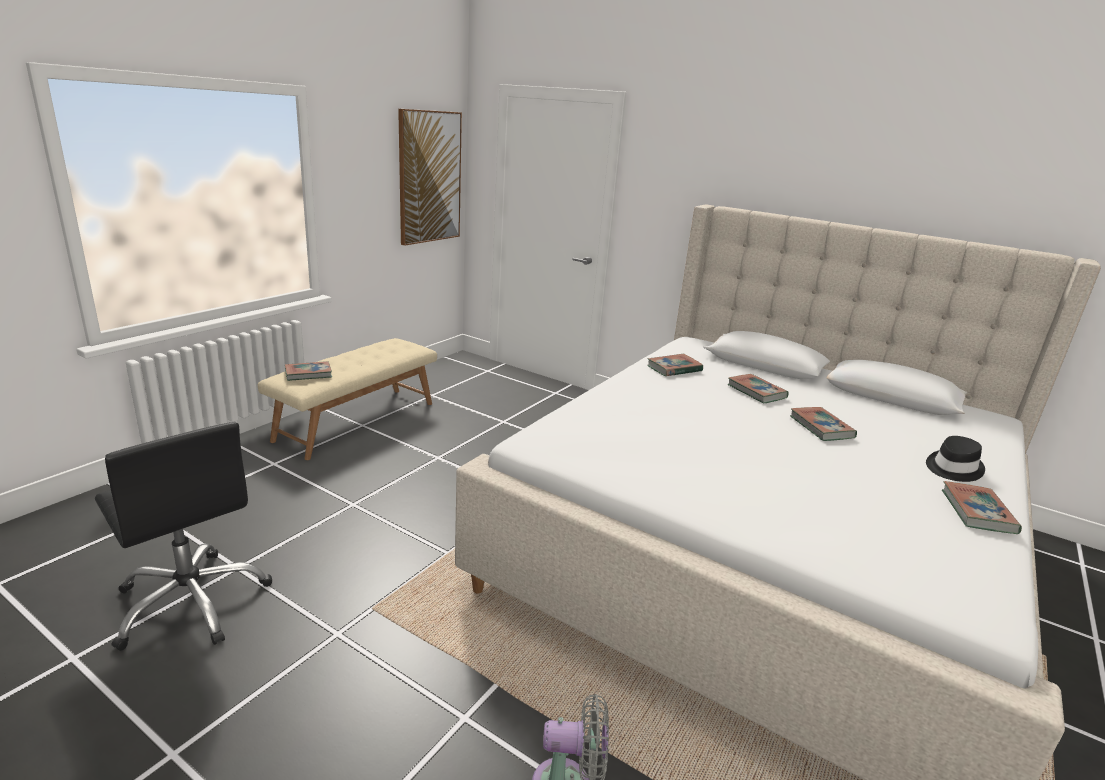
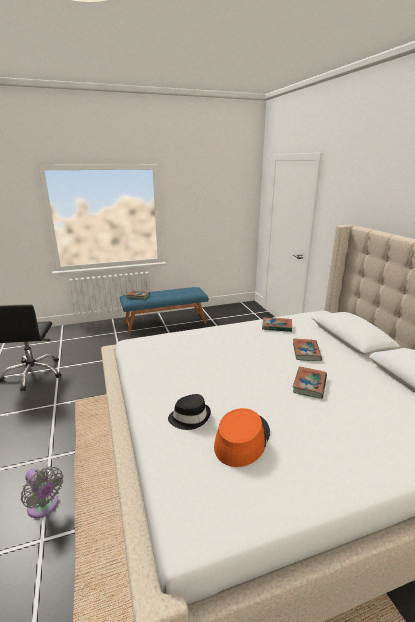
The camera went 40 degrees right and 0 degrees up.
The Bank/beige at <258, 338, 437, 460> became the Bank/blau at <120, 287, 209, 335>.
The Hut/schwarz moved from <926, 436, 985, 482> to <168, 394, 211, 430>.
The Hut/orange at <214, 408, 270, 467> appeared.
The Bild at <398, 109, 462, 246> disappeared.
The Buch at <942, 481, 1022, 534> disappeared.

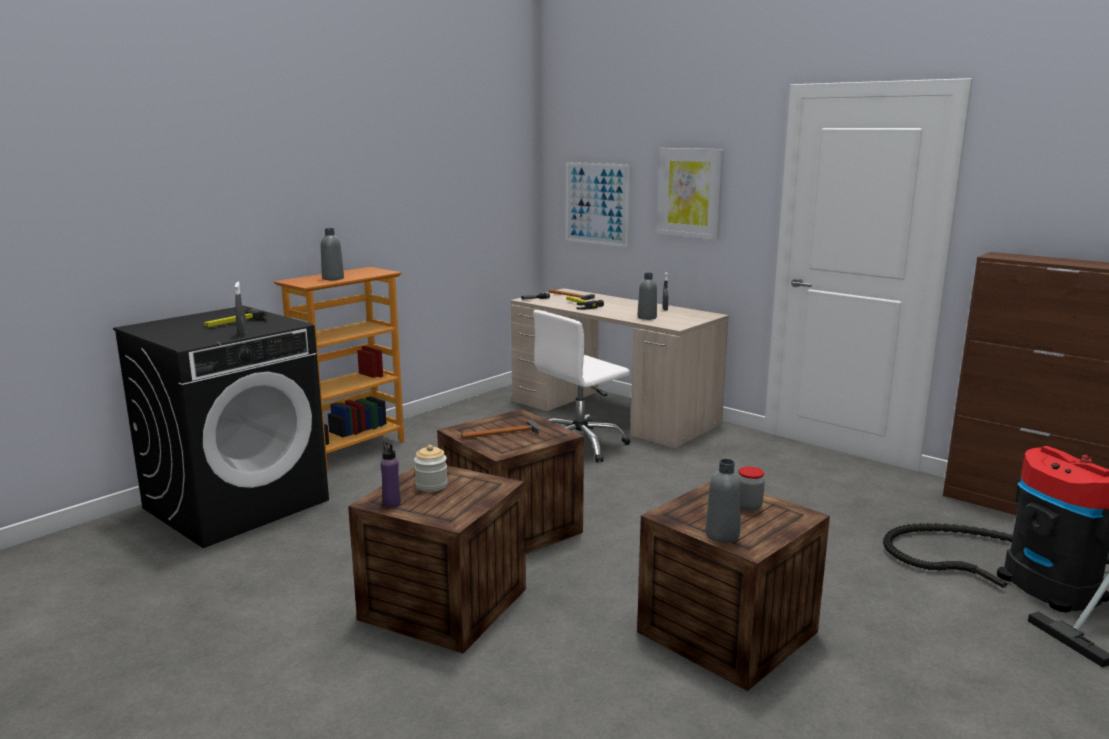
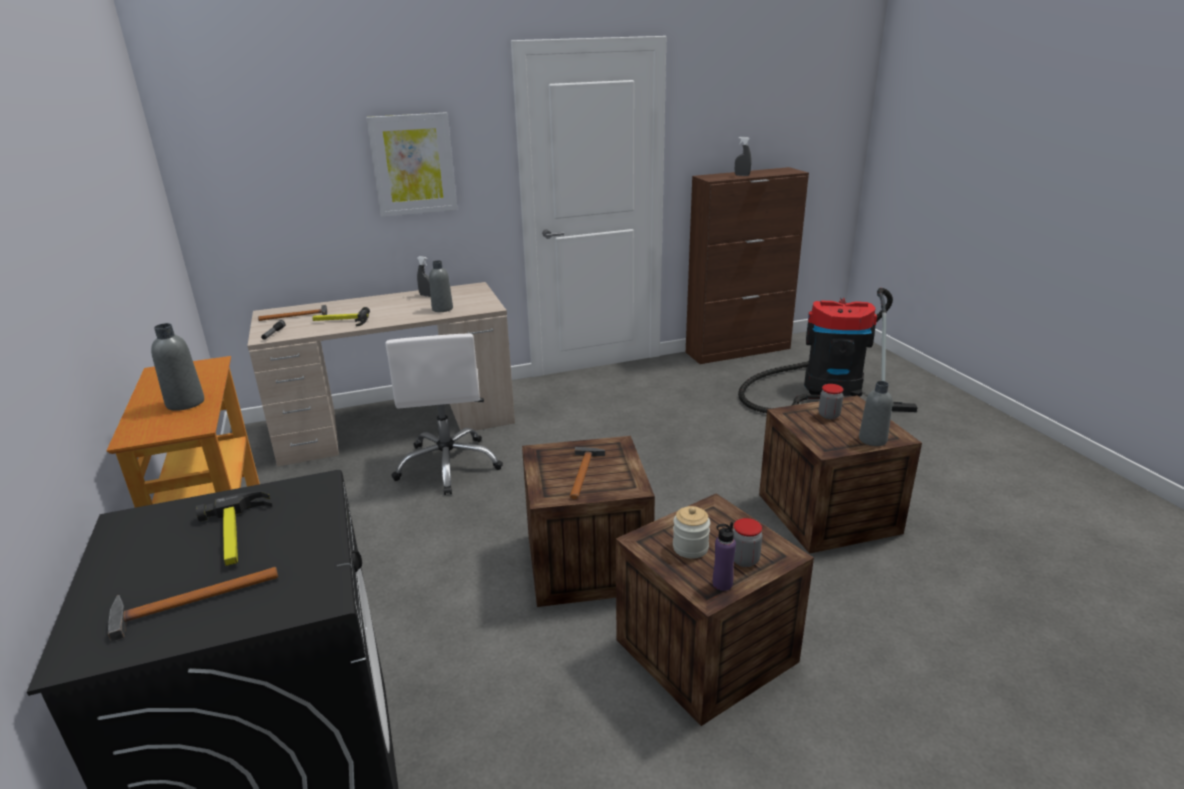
The camera went 60 degrees left and 10 degrees up.
The Hammer at <108, 567, 278, 641> appeared.
The Vorratsglas at <733, 518, 762, 567> appeared.
The Sprühflasche/grau moved from <235, 282, 247, 336> to <735, 137, 752, 176>.
The Bild at <566, 162, 630, 247> disappeared.

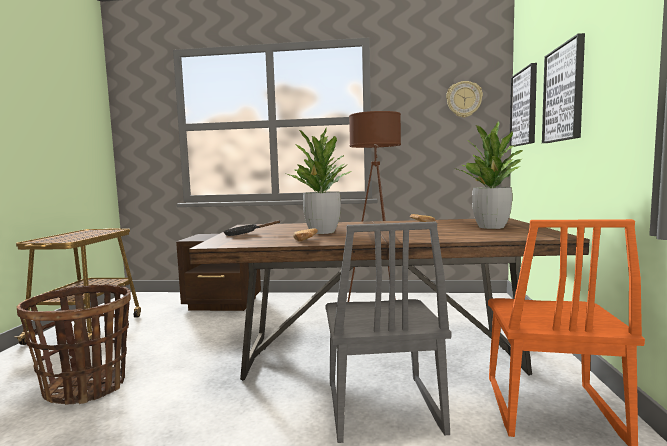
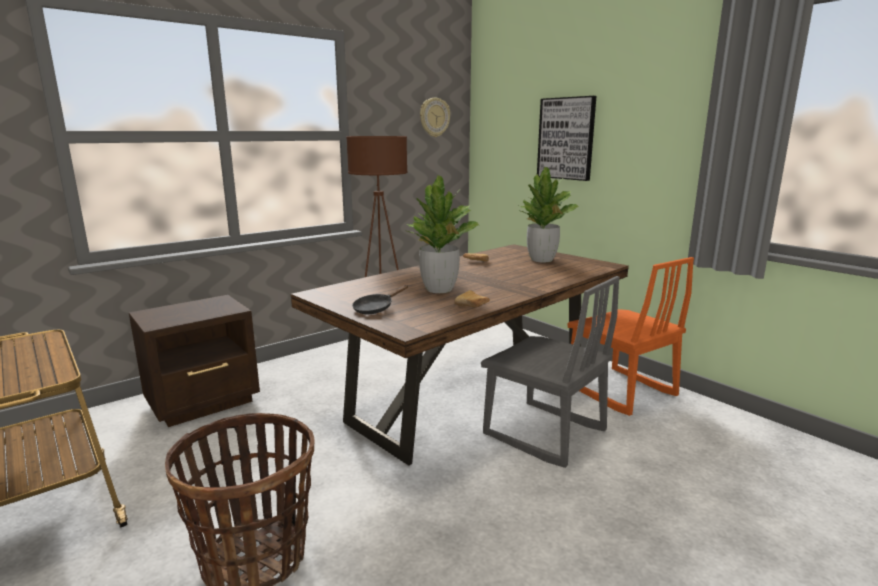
The camera went 45 degrees left and 10 degrees up.
The Bild at <509, 63, 537, 147> disappeared.

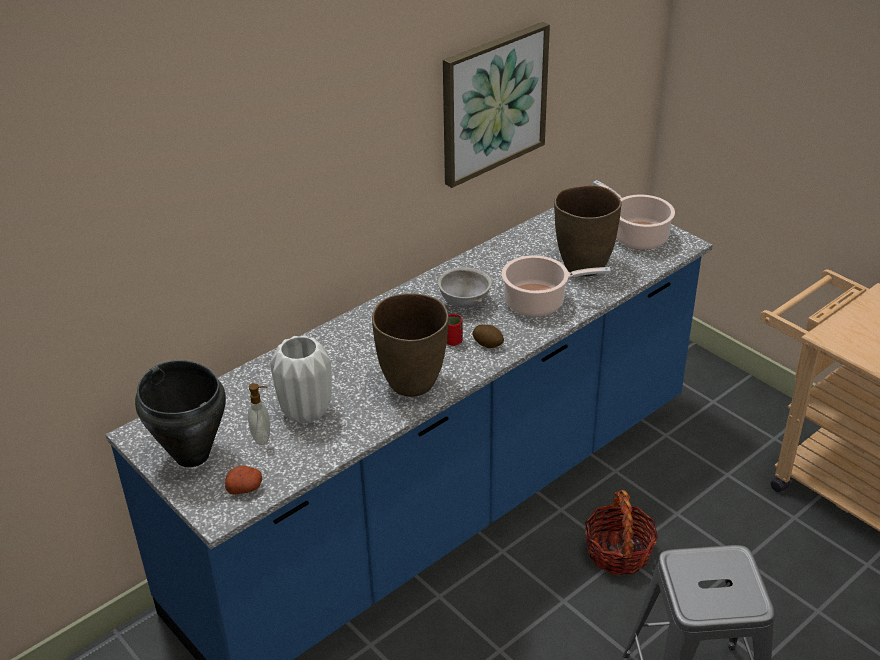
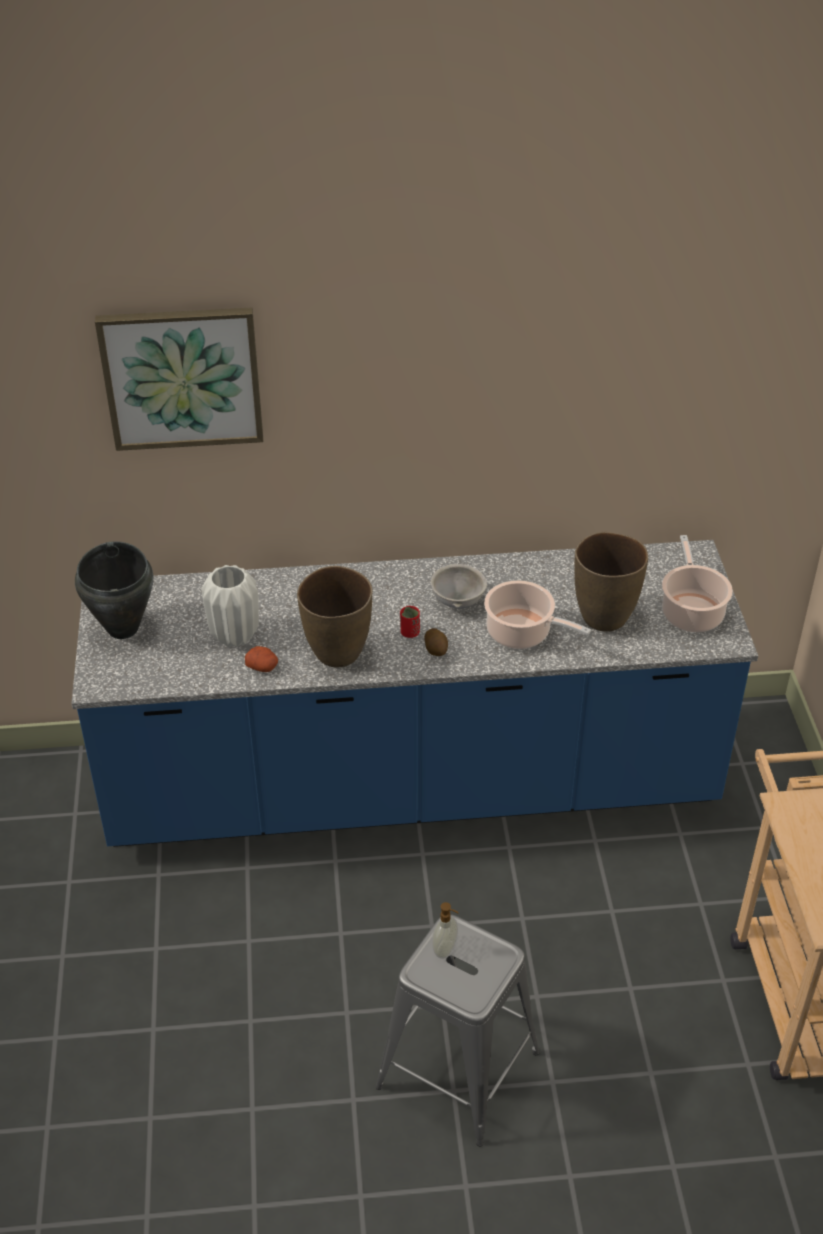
The camera went 35 degrees right and 5 degrees up.
The Bild moved from <443, 22, 550, 188> to <95, 308, 263, 451>.
The Kartoffel moved from <225, 466, 262, 495> to <245, 646, 278, 672>.
The Seifenspender moved from <248, 383, 270, 445> to <432, 902, 459, 959>.
The Korb at <585, 490, 658, 575> disappeared.

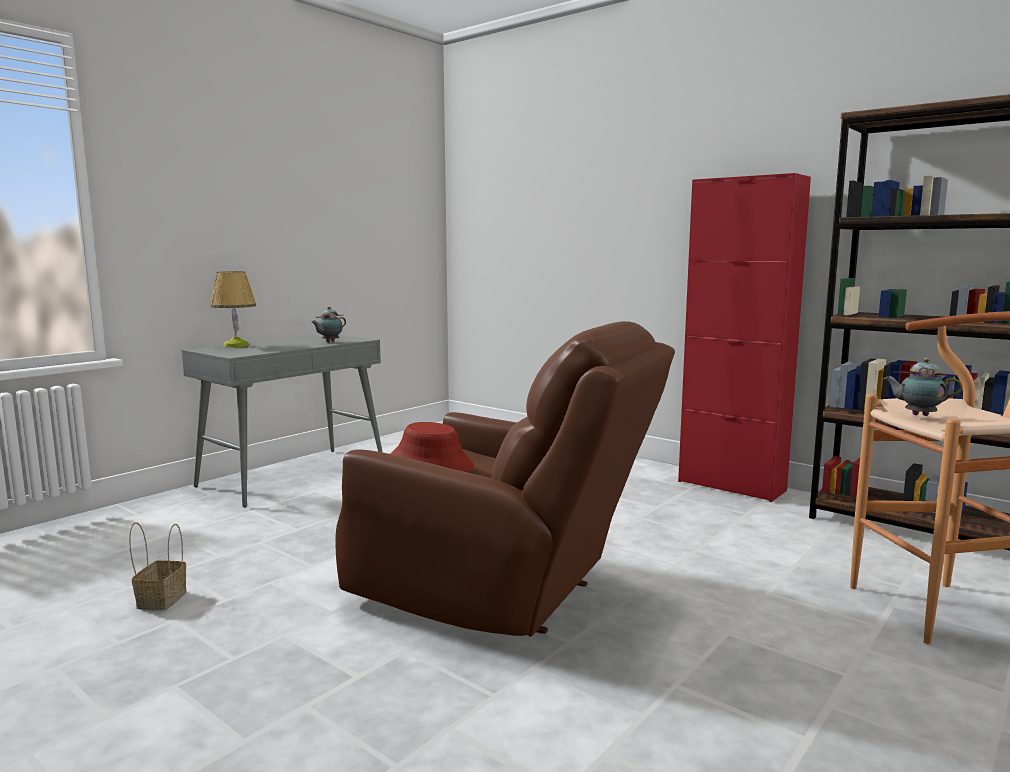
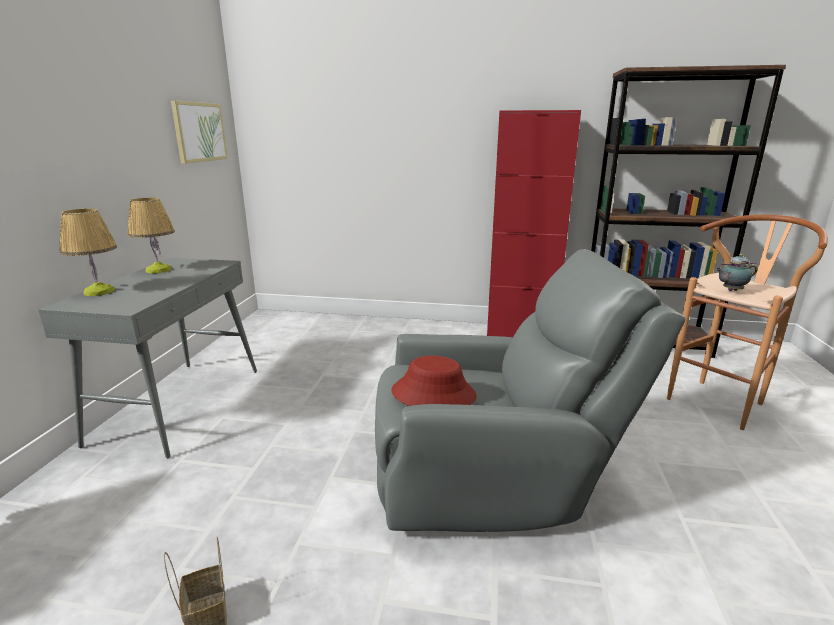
The camera went 30 degrees left and 10 degrees up.
The Tischlampe at <127, 198, 175, 273> appeared.
The Bild at <171, 100, 228, 164> appeared.
The Sessel/braun at <336, 321, 675, 637> became the Sessel/grau at <375, 249, 686, 532>.
The Teekanne at <311, 307, 346, 342> disappeared.

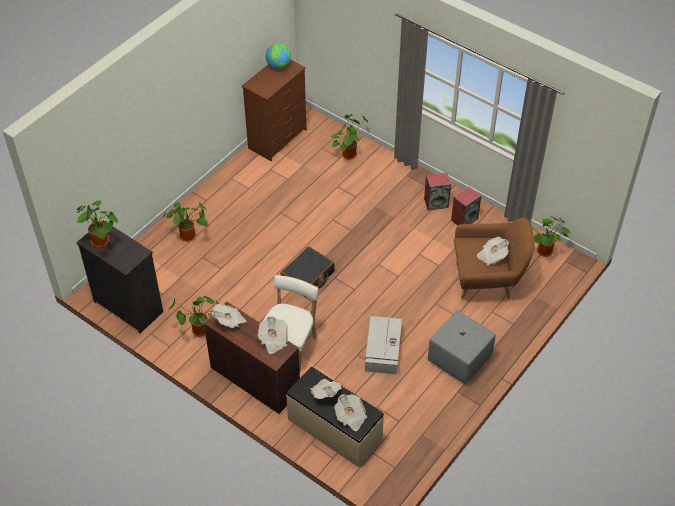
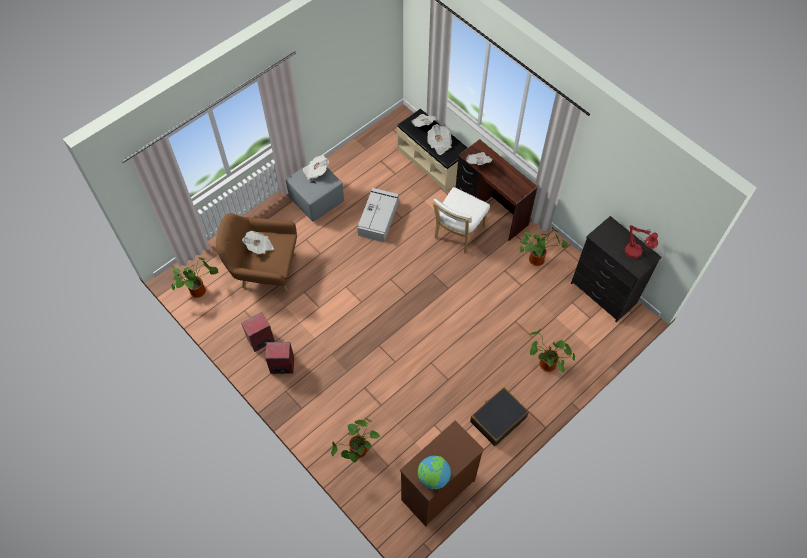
The camera went 170 degrees left and 10 degrees up.
The Zeitung moved from <211, 304, 246, 328> to <303, 155, 329, 180>.
The Koffer/schwarz moved from <281, 246, 335, 288> to <470, 388, 529, 446>.
The Topfpflanze at <77, 200, 118, 247> was replaced by the Tischlampe/rot at <625, 225, 658, 258>.

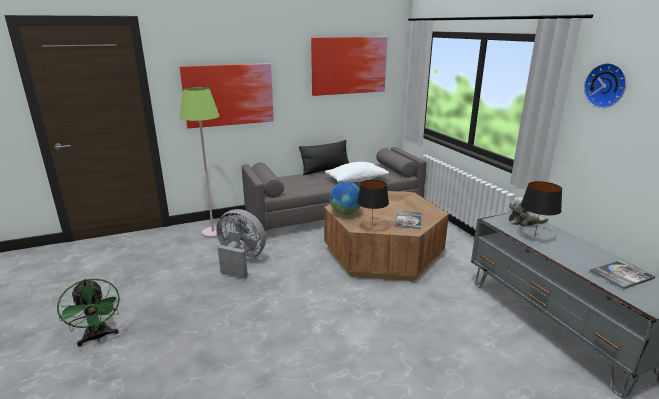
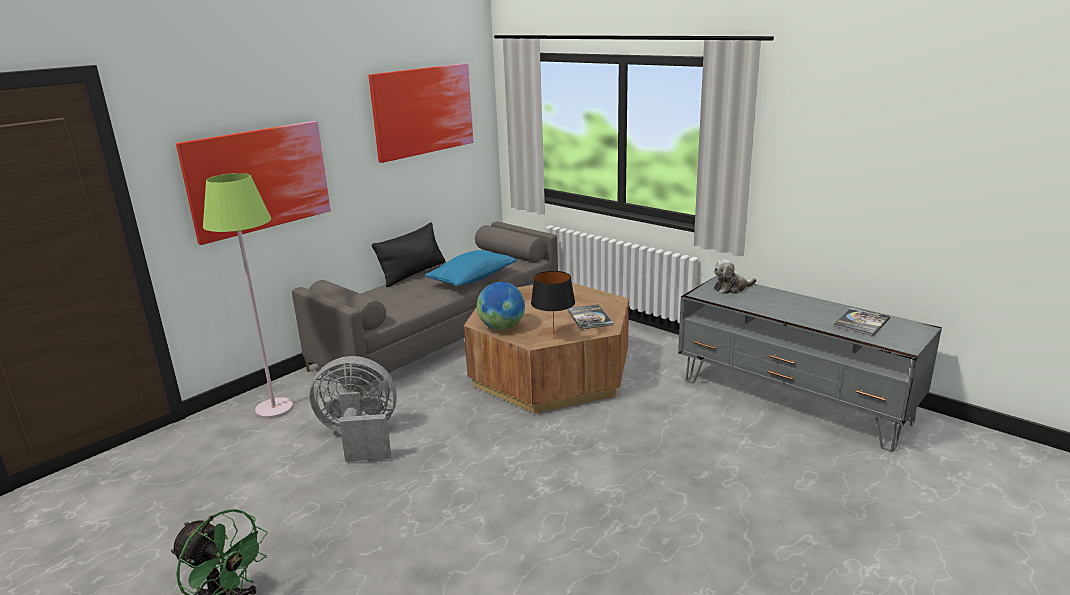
The camera went 25 degrees left and 0 degrees up.
The Kissen/weiß at <325, 162, 389, 182> became the Kissen/blau at <425, 250, 516, 287>.
The Tischlampe/schwarz at <521, 181, 562, 238> disappeared.
The Wanduhr at <584, 63, 626, 108> disappeared.

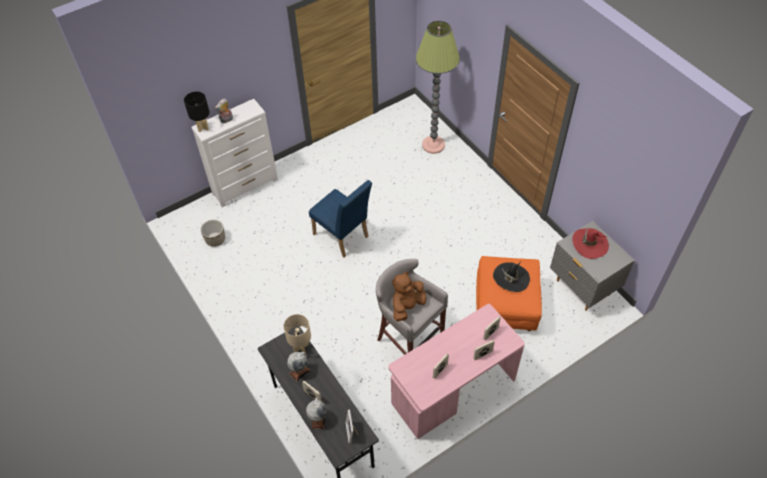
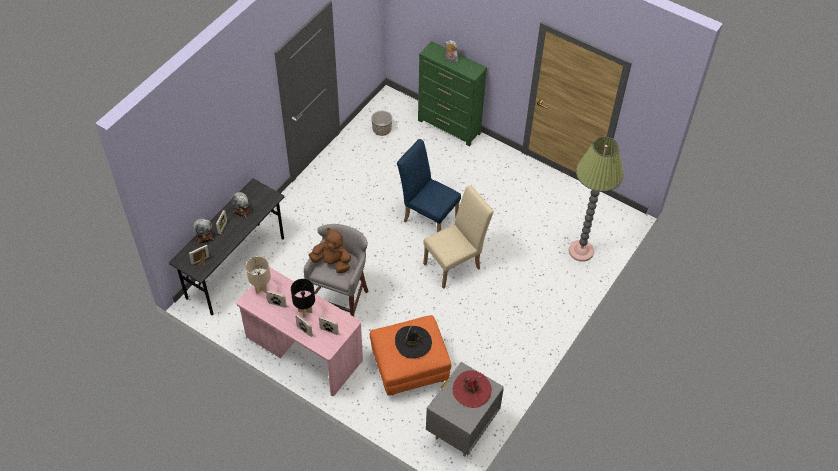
The camera went 65 degrees right and 0 degrees up.
The Tischlampe/beige moved from <284, 314, 311, 354> to <246, 256, 271, 294>.
The Tischlampe/schwarz moved from <184, 92, 210, 132> to <291, 279, 315, 318>.
The Stuhl/blau at <309, 180, 372, 258> turned 105 degrees clockwise.
The Kommode/weiß at <191, 99, 278, 207> became the Kommode/grün at <418, 41, 487, 147>.
The Stuhl/beige at <423, 185, 494, 289> appeared.

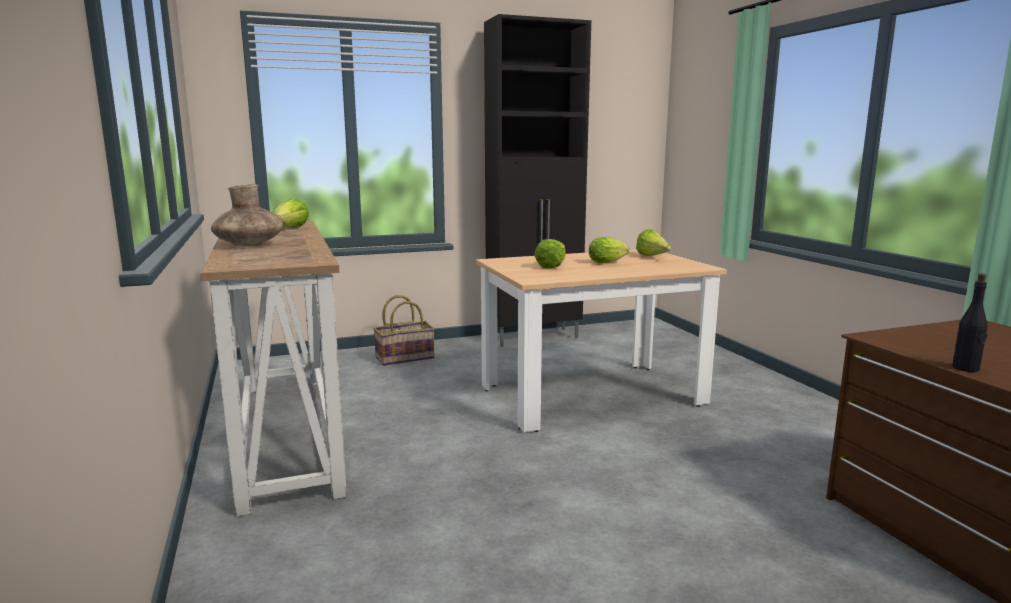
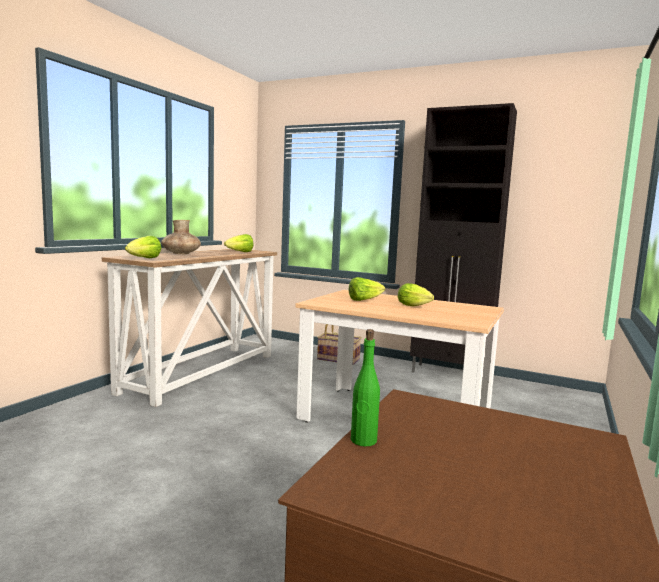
The camera went 45 degrees right and 5 degrees down.
The Salatkopf moved from <636, 229, 671, 256> to <125, 235, 161, 258>.
The Flasche/schwarz at <952, 273, 987, 372> became the Flasche/grün at <351, 329, 380, 447>.

